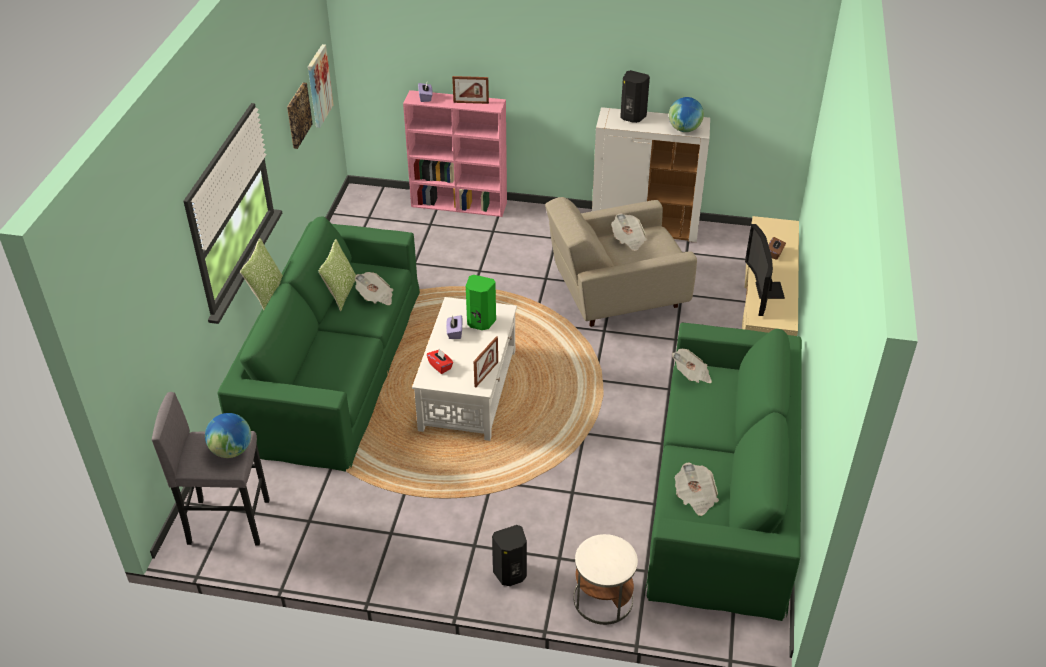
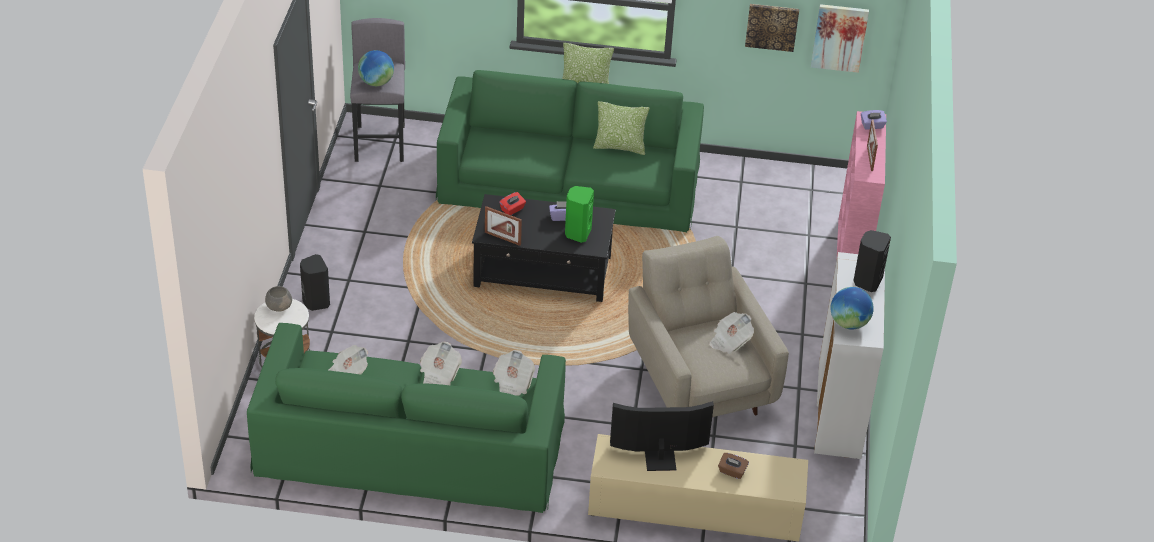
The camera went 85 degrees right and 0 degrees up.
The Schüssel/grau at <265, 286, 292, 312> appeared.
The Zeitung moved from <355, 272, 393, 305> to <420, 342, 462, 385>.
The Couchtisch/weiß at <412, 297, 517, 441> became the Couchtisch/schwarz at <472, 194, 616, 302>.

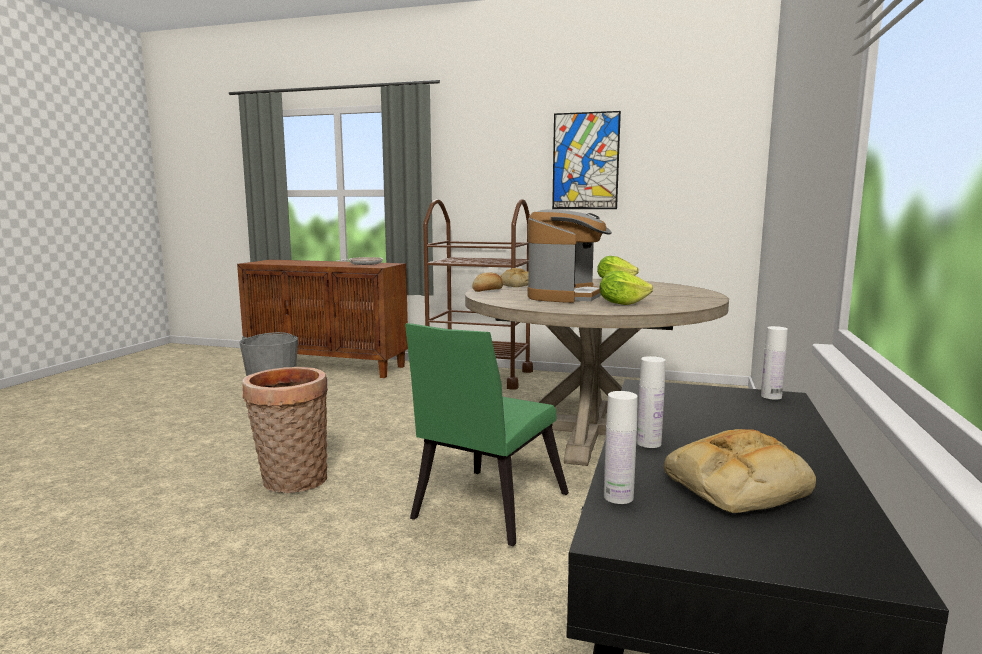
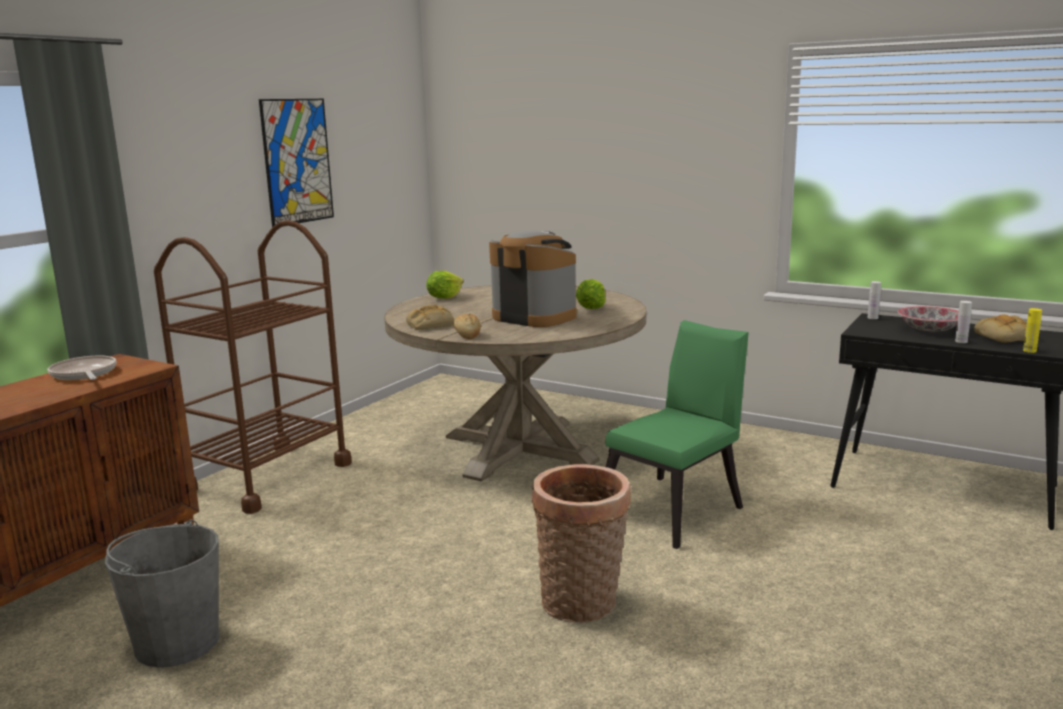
The camera went 75 degrees left and 5 degrees up.
The Stuhl/grün at <405, 323, 569, 546> turned 90 degrees counterclockwise.
The Schüssel at <898, 306, 959, 332> appeared.
The Flasche/weiß at <604, 391, 638, 504> became the Flasche/gelb at <1023, 308, 1042, 353>.

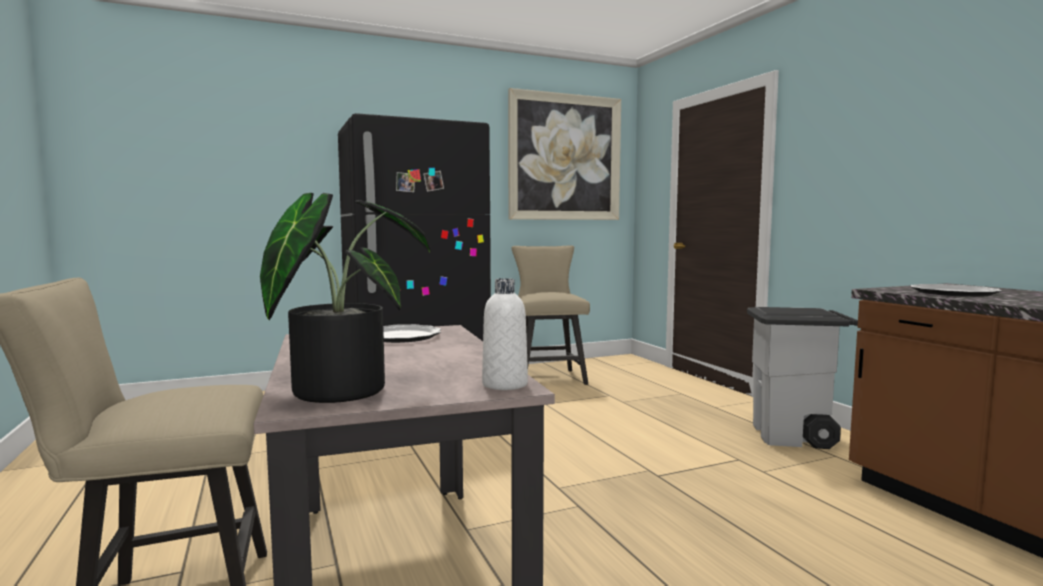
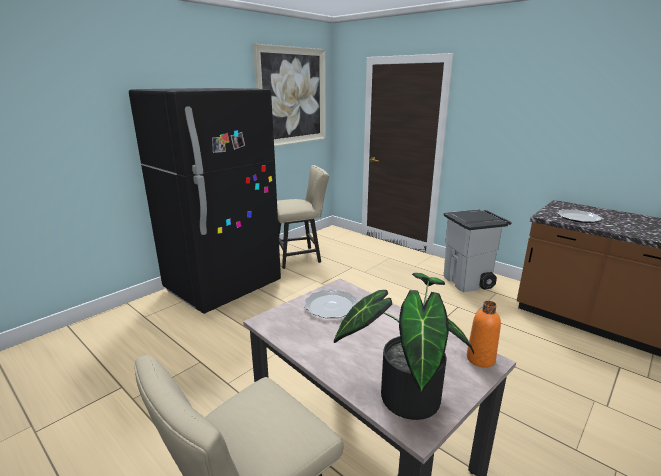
The camera went 25 degrees left and 15 degrees up.
The Stuhl/beige at <511, 245, 590, 385> turned 105 degrees clockwise.
The Flasche/weiß at <482, 278, 528, 390> became the Flasche/orange at <467, 301, 501, 368>.

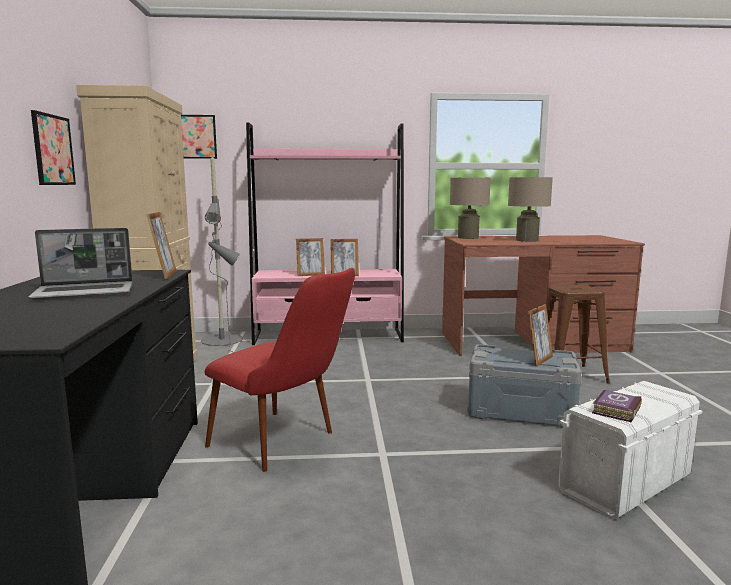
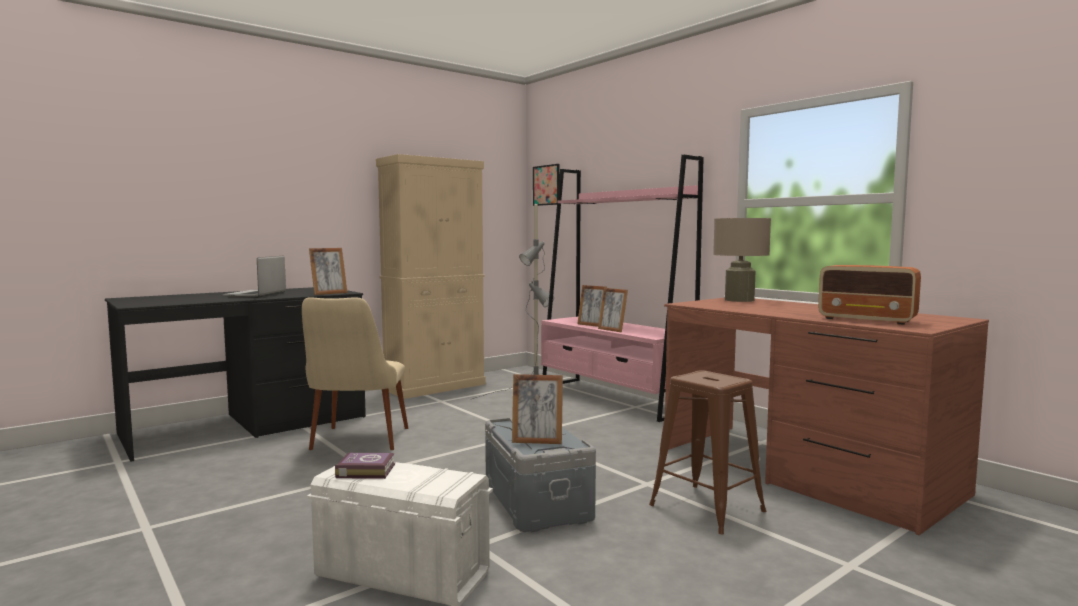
The camera went 55 degrees right and 5 degrees down.
The Laptop at <28, 228, 133, 300> turned 60 degrees clockwise.
The Stuhl/rot at <205, 268, 355, 472> became the Stuhl/beige at <302, 298, 408, 450>.
The Radio at <818, 265, 921, 325> appeared.
The Bild at <31, 110, 76, 185> disappeared.
The Tischlampe/beige at <508, 177, 553, 242> disappeared.

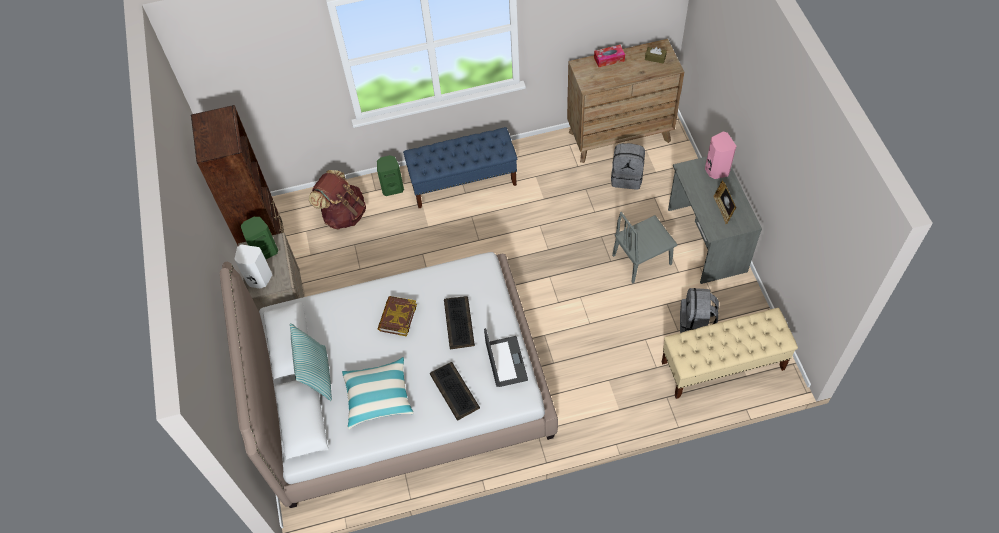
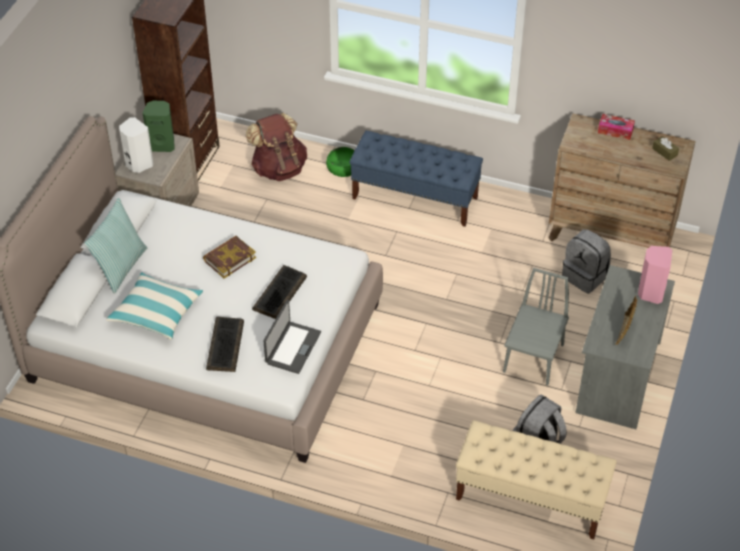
The camera went 30 degrees right and 10 degrees down.
The Lautsprecher/grün at <377, 155, 404, 196> was replaced by the Schüssel/grün at <326, 147, 355, 177>.
The Stuhl/grau at <612, 212, 677, 284> turned 105 degrees clockwise.

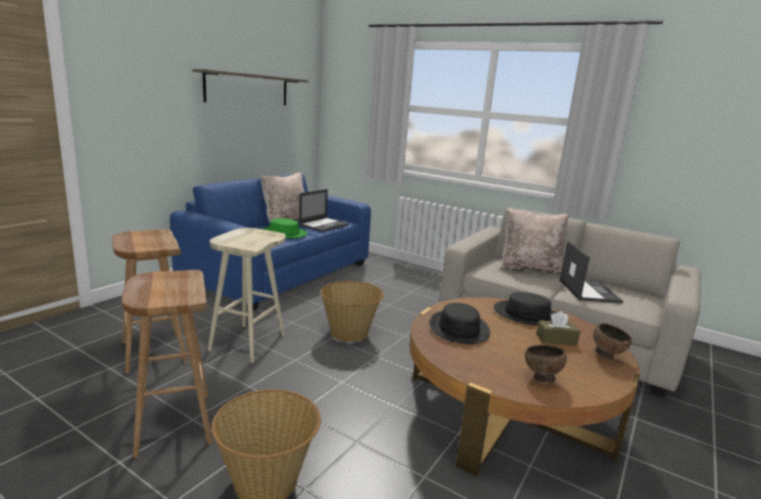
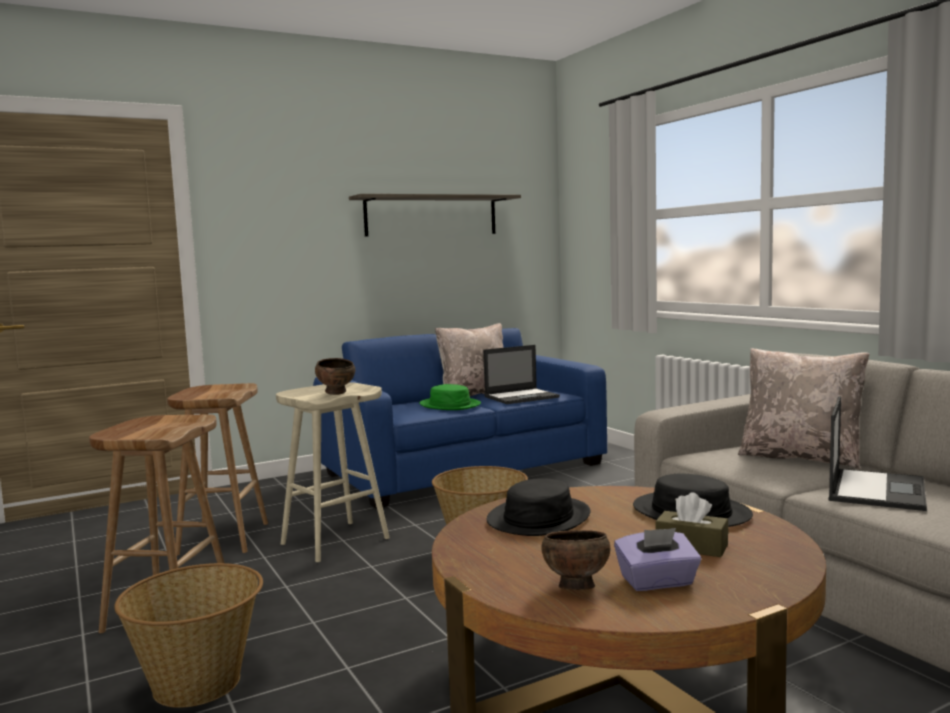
The camera went 30 degrees right and 10 degrees down.
The Schüssel/braun moved from <593, 323, 632, 360> to <315, 358, 355, 395>.
The Taschentuchbox/lila at <614, 528, 701, 591> appeared.

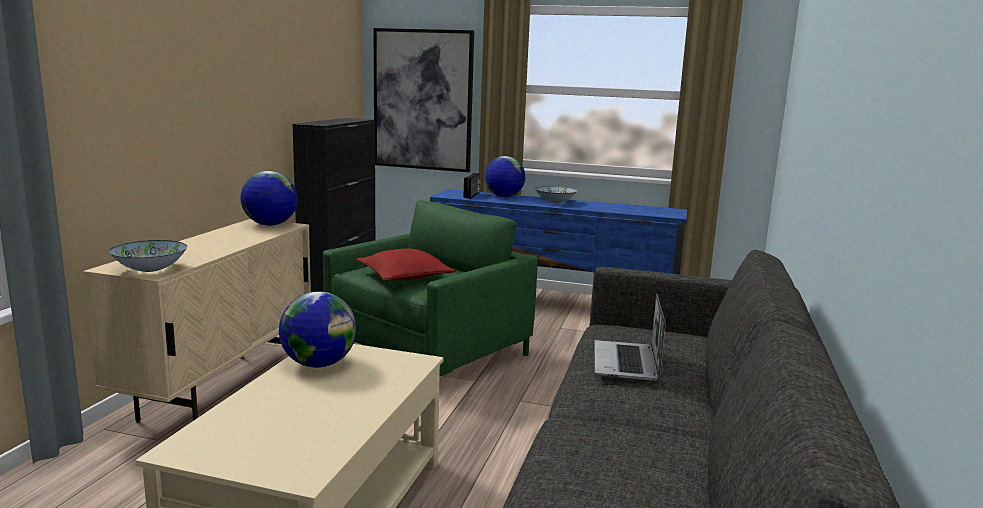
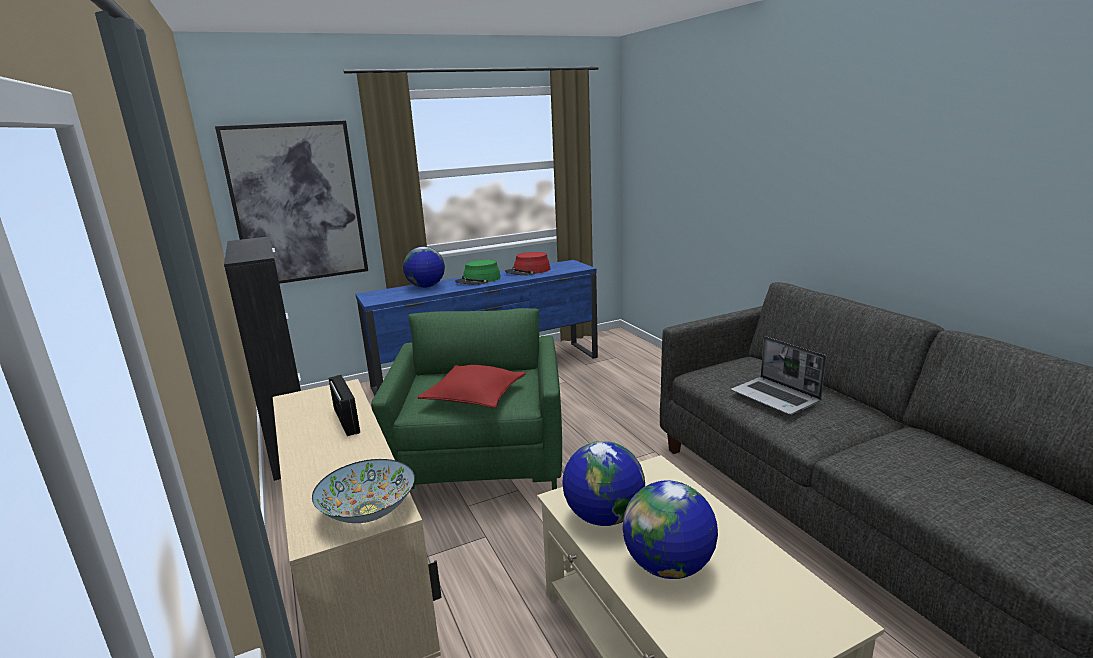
The camera went 40 degrees left and 5 degrees up.
The Radio moved from <464, 173, 481, 199> to <329, 375, 360, 436>.
The Schüssel at <535, 186, 577, 203> was replaced by the Hut/grün at <455, 260, 501, 285>.
The Hut/rot at <505, 252, 551, 276> appeared.
The Globus moved from <240, 171, 298, 226> to <623, 480, 718, 579>.

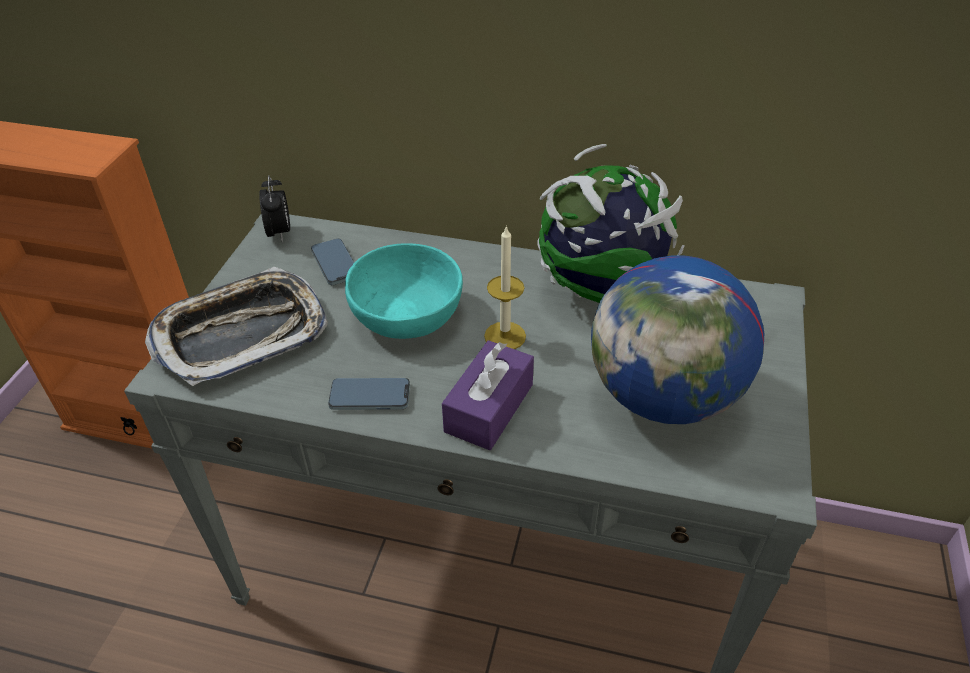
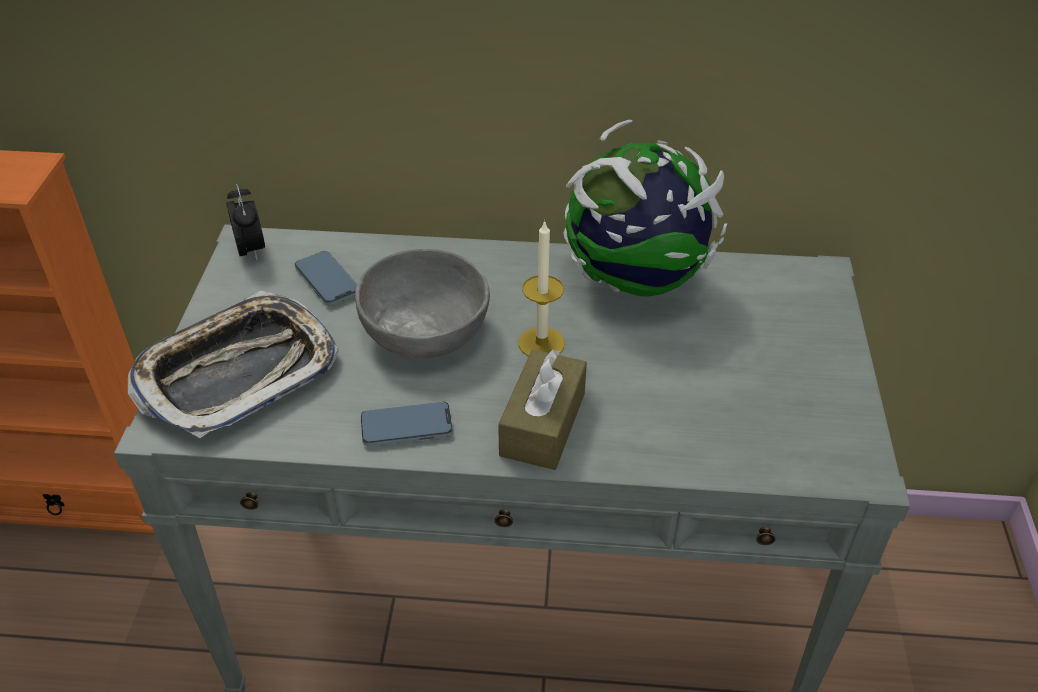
The camera went 10 degrees left and 0 degrees up.
The Schüssel/türkis at <345, 243, 463, 339> became the Schüssel/grau at <355, 249, 490, 359>.
The Taschentuchbox/lila at <442, 340, 534, 450> became the Taschentuchbox/braun at <498, 350, 587, 470>.
The Globus at <591, 255, 764, 424> disappeared.

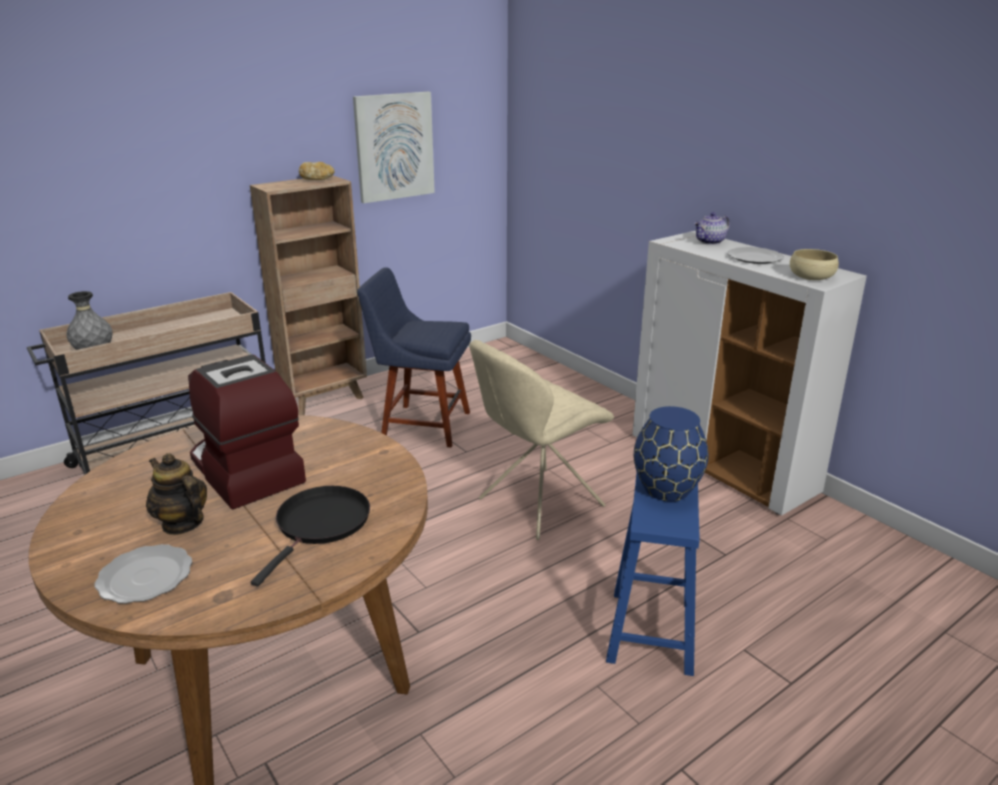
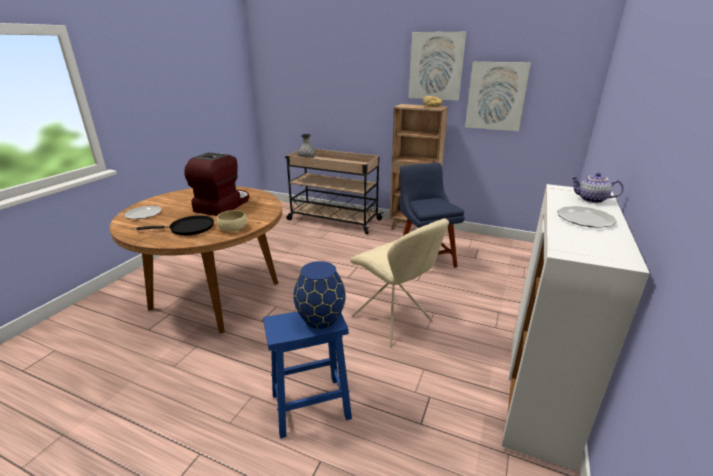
The camera went 60 degrees right and 0 degrees up.
The Schüssel/beige moved from <790, 249, 839, 280> to <217, 210, 247, 232>.
The Stuhl/beige at <469, 340, 614, 540> turned 150 degrees counterclockwise.
The Bild at <409, 32, 466, 101> appeared.
The Teekanne at <146, 453, 207, 535> disappeared.

